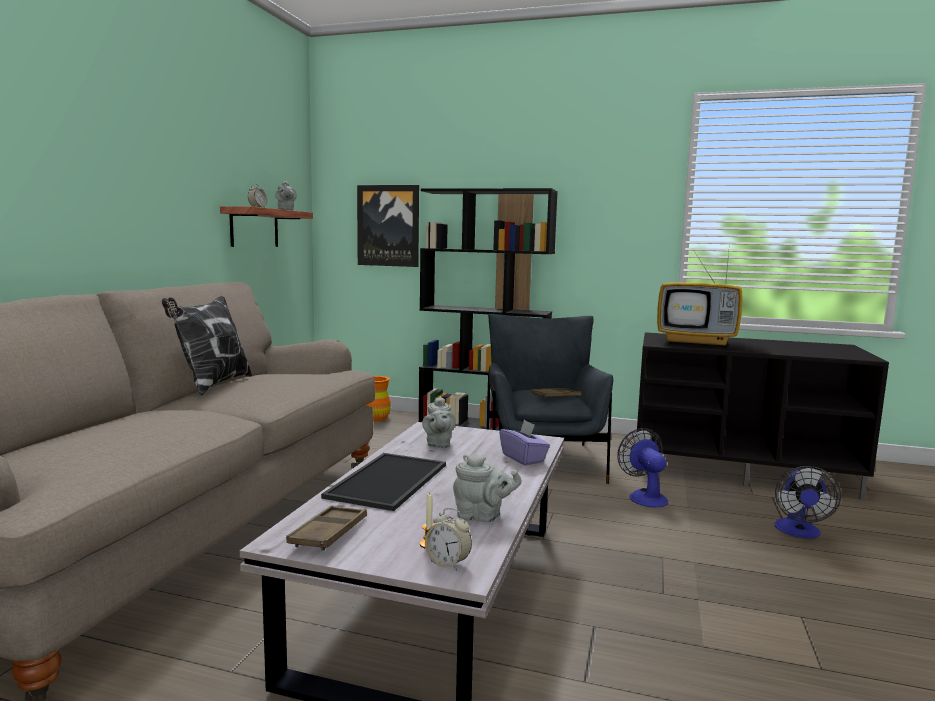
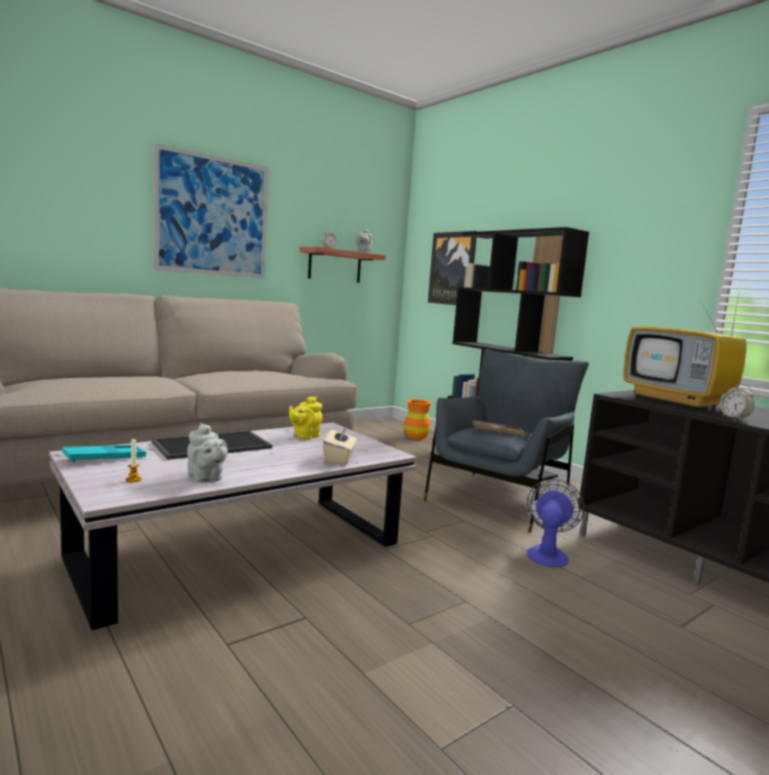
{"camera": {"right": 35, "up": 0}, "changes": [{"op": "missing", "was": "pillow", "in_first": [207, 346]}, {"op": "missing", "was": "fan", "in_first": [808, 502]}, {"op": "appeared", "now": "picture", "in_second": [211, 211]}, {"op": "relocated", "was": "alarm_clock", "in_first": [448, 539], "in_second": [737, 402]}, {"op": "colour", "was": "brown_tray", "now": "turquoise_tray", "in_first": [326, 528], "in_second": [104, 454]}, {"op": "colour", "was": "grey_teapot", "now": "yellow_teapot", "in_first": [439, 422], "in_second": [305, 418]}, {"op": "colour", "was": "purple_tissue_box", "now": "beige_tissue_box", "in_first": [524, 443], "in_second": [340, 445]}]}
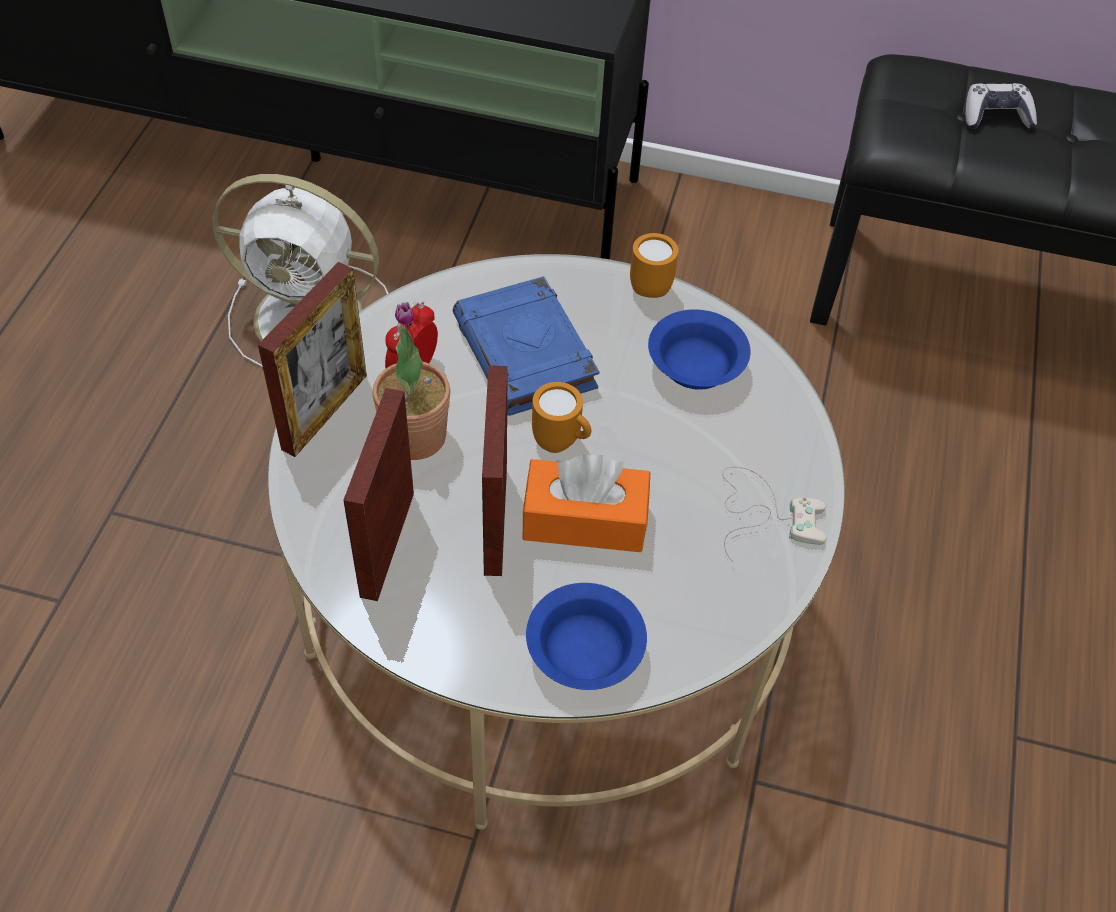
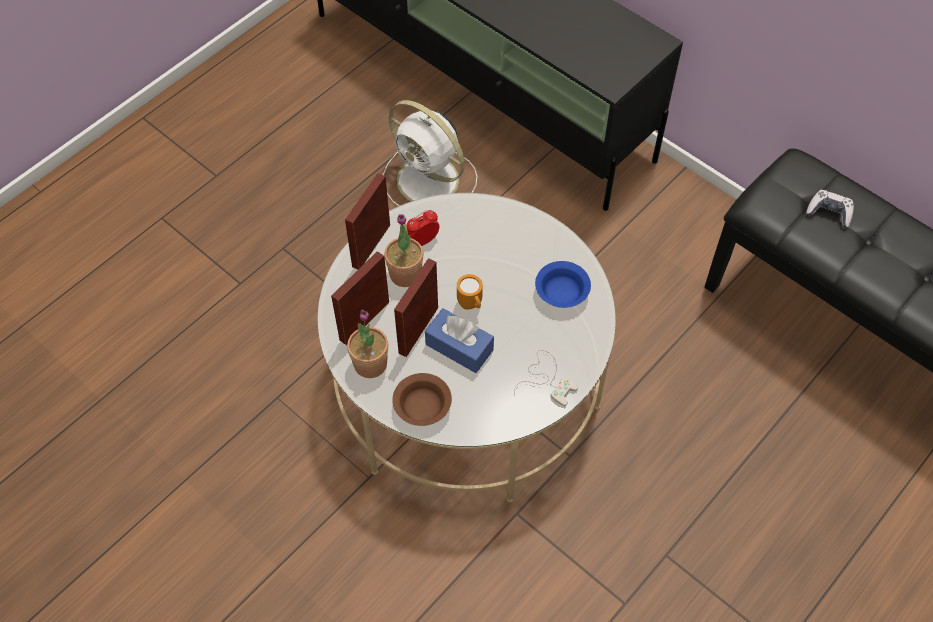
{"camera": {"right": 30, "up": 5}, "changes": [{"op": "missing", "was": "blue_book", "in_first": [526, 346]}, {"op": "missing", "was": "orange_mug", "in_first": [654, 265]}, {"op": "appeared", "now": "potted_plant", "in_second": [367, 344]}, {"op": "colour", "was": "orange_tissue_box", "now": "blue_tissue_box", "in_first": [586, 503], "in_second": [459, 340]}, {"op": "colour", "was": "blue_bowl", "now": "brown_bowl", "in_first": [586, 636], "in_second": [422, 399]}, {"op": "spun", "was": "picture_frame", "in_first": [312, 359], "in_second": [367, 221], "clockwise": 150}]}
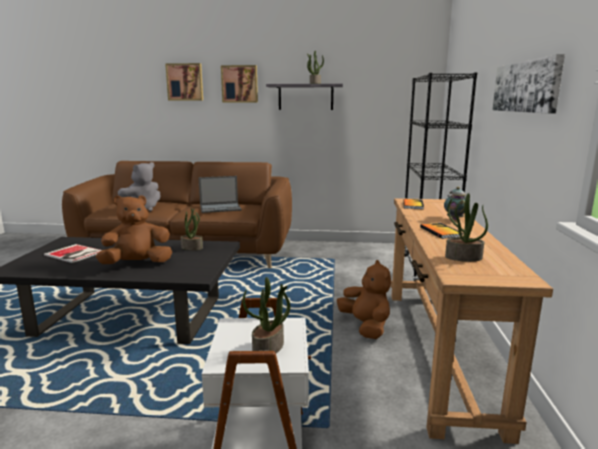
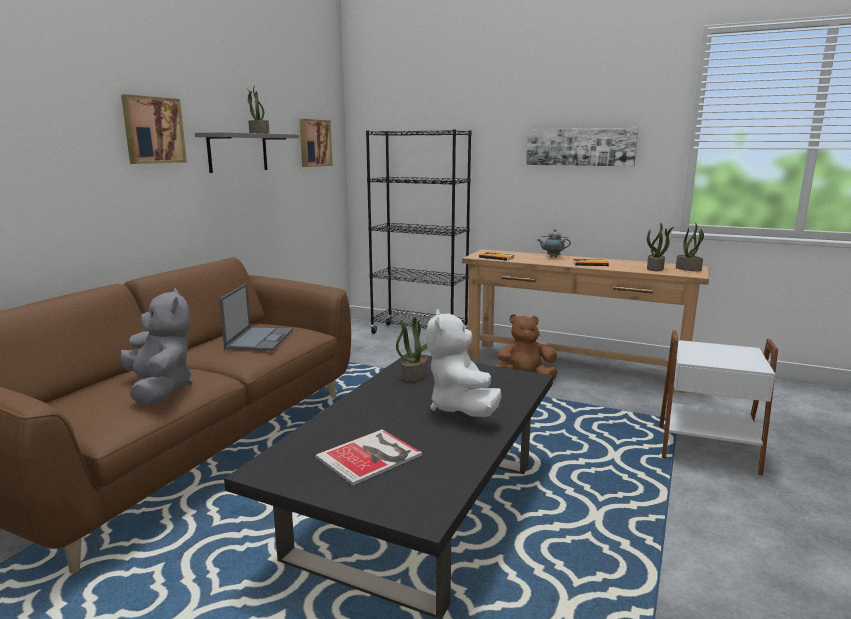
{"camera": {"right": -70, "up": 0}, "changes": [{"op": "relocated", "was": "picture", "in_first": [184, 81], "in_second": [315, 143]}, {"op": "relocated", "was": "potted_plant", "in_first": [266, 315], "in_second": [690, 247]}, {"op": "colour", "was": "brown_plush_toy", "now": "white_plush_toy", "in_first": [134, 229], "in_second": [464, 363]}]}
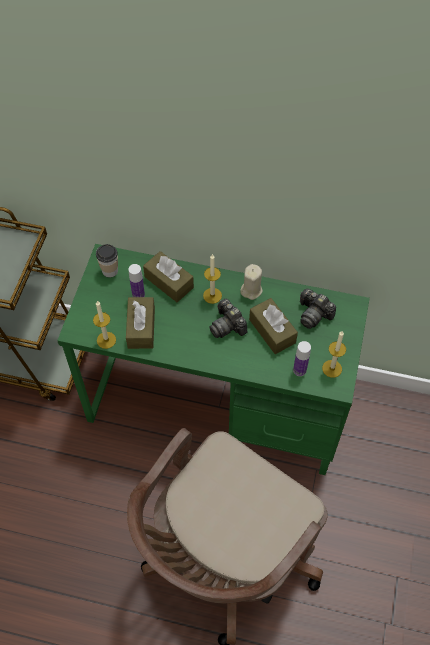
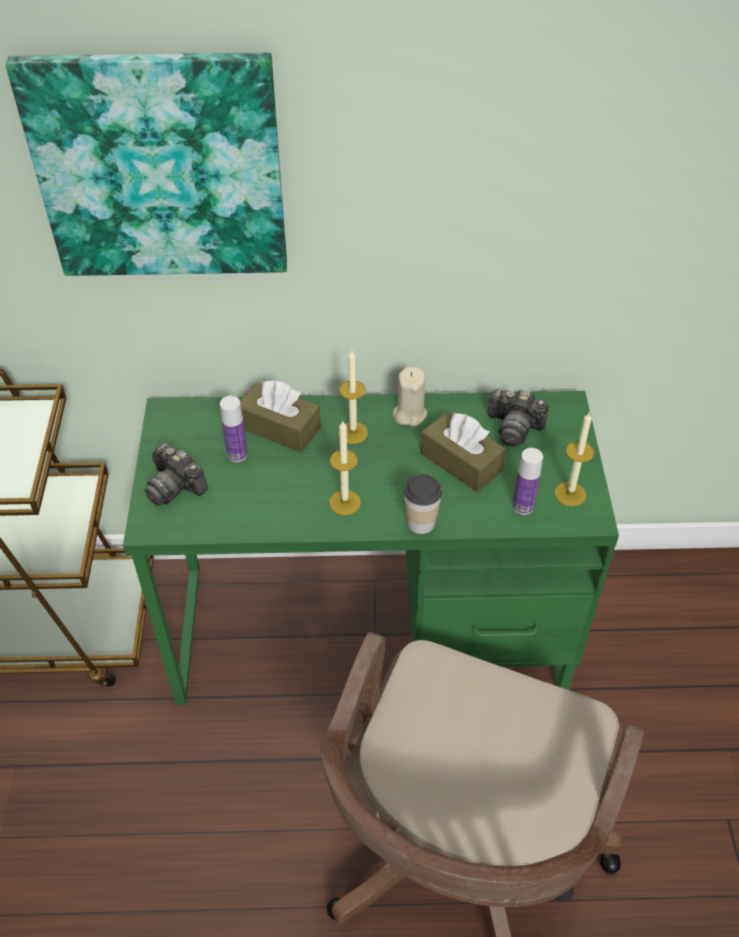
{"camera": {"right": -15, "up": -10}, "changes": [{"op": "missing", "was": "brown_tissue_box", "in_first": [140, 323]}, {"op": "appeared", "now": "picture", "in_second": [146, 164]}, {"op": "relocated", "was": "candle", "in_first": [104, 325], "in_second": [345, 468]}, {"op": "relocated", "was": "cup", "in_first": [107, 260], "in_second": [423, 504]}, {"op": "relocated", "was": "photo_camera", "in_first": [228, 318], "in_second": [176, 474]}]}
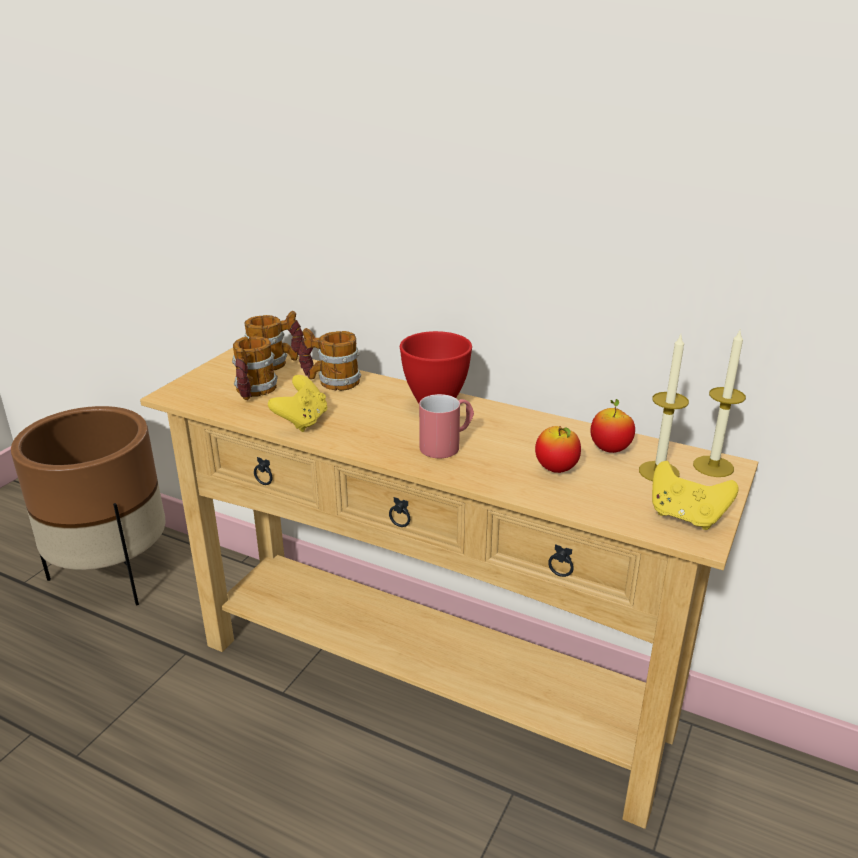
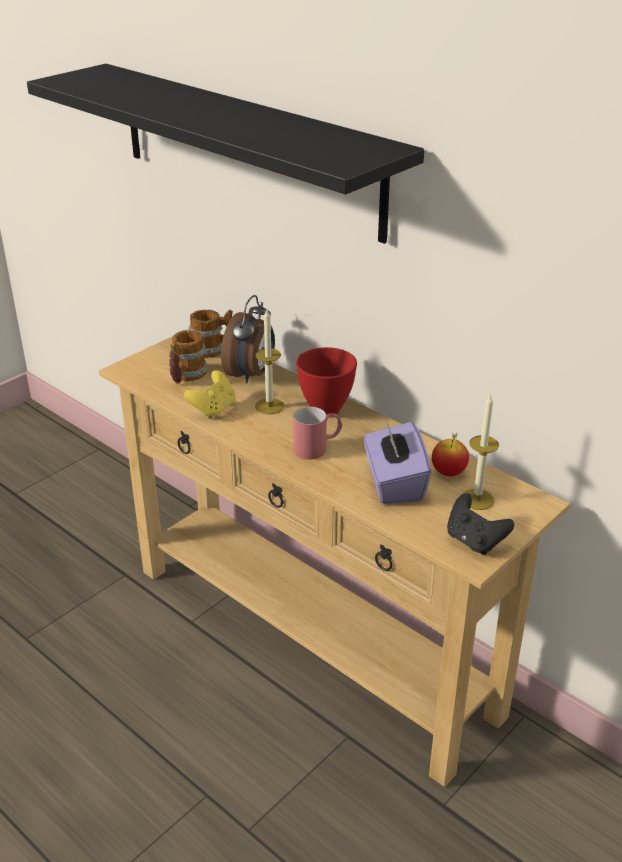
{"camera": {"right": 15, "up": 5}, "changes": [{"op": "missing", "was": "brown_planter", "in_first": [88, 506]}, {"op": "appeared", "now": "black_shelf", "in_second": [225, 154]}, {"op": "relocated", "was": "candle", "in_first": [719, 404], "in_second": [269, 361]}, {"op": "exchanged", "was": "mug", "now": "alarm_clock", "in_first": [329, 359], "in_second": [248, 339]}, {"op": "exchanged", "was": "apple", "now": "purple_tissue_box", "in_first": [558, 449], "in_second": [397, 461]}, {"op": "colour", "was": "yellow_game_controller", "now": "black_game_controller", "in_first": [695, 495], "in_second": [480, 524]}]}
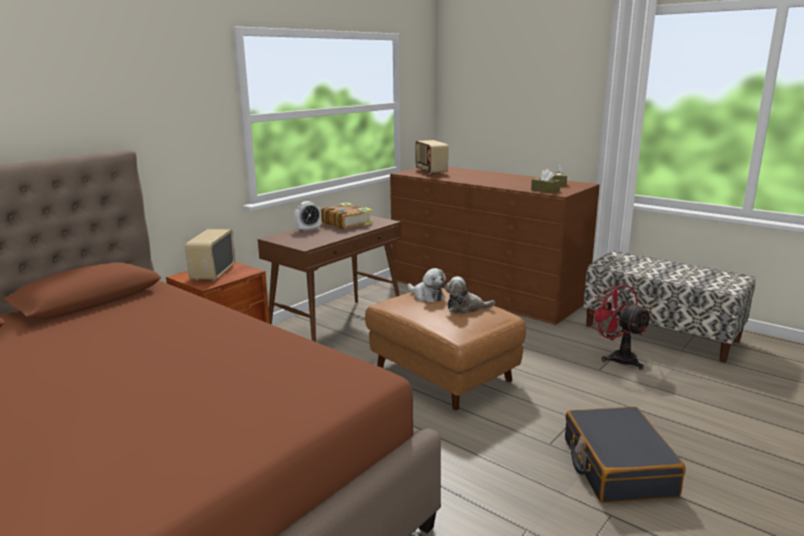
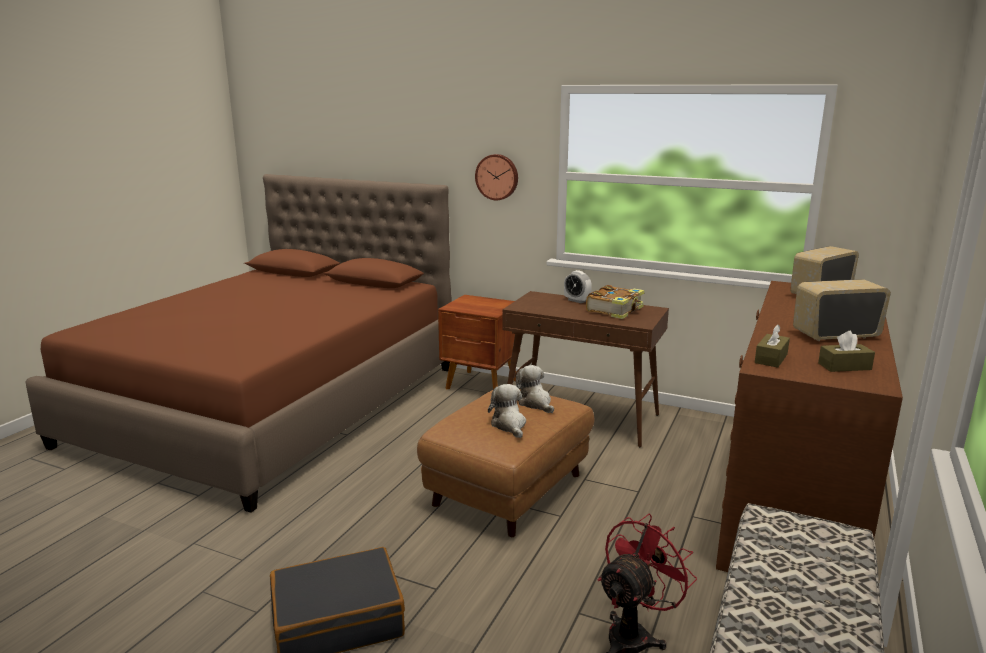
{"camera": {"right": 75, "up": 0}, "changes": [{"op": "appeared", "now": "wall_clock", "in_second": [496, 177]}, {"op": "relocated", "was": "radio", "in_first": [210, 255], "in_second": [842, 310]}, {"op": "spun", "was": "plush_toy", "in_first": [427, 285], "in_second": [535, 389], "clockwise": 120}]}
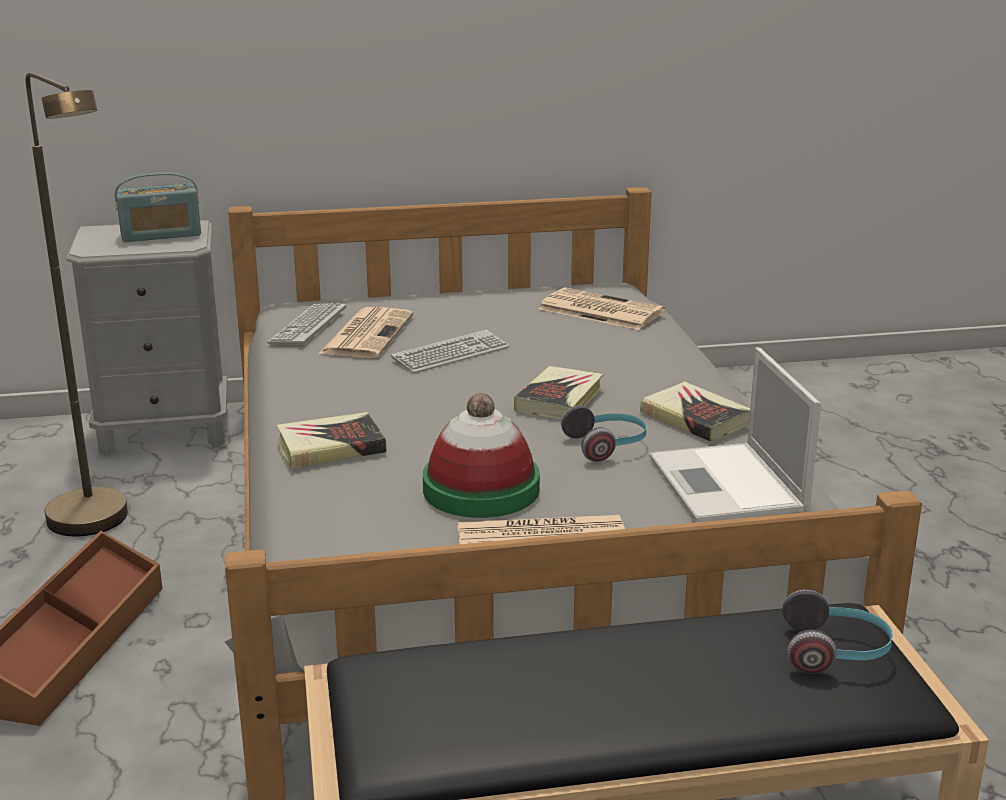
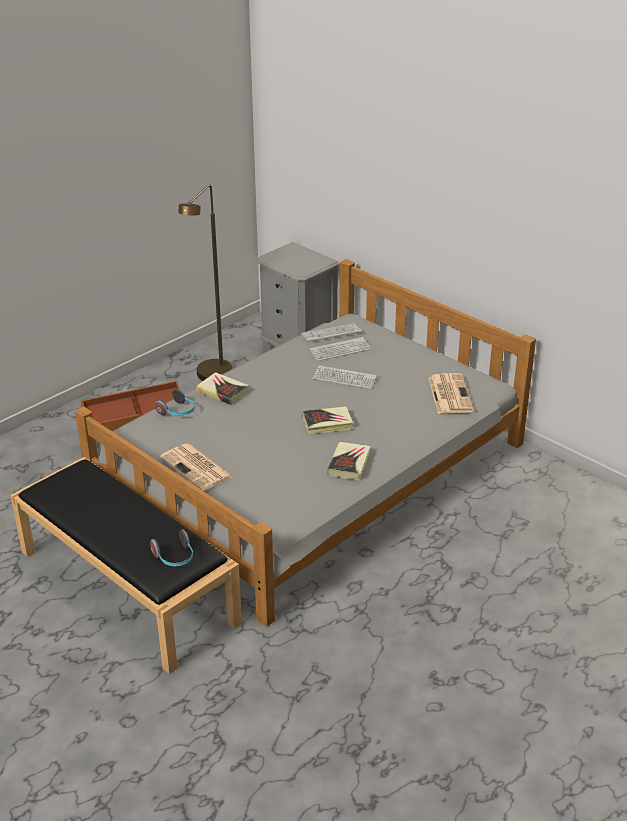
{"camera": {"right": 55, "up": 10}, "changes": [{"op": "missing", "was": "radio", "in_first": [158, 207]}, {"op": "missing", "was": "hat", "in_first": [481, 455]}, {"op": "missing", "was": "laptop", "in_first": [735, 434]}, {"op": "relocated", "was": "headphones", "in_first": [604, 434], "in_second": [175, 402]}, {"op": "exchanged", "was": "newspaper", "now": "keyboard", "in_first": [366, 332], "in_second": [340, 349]}]}
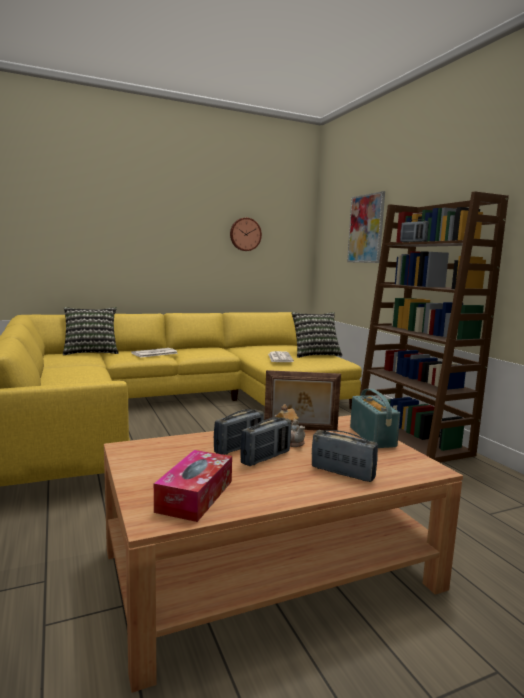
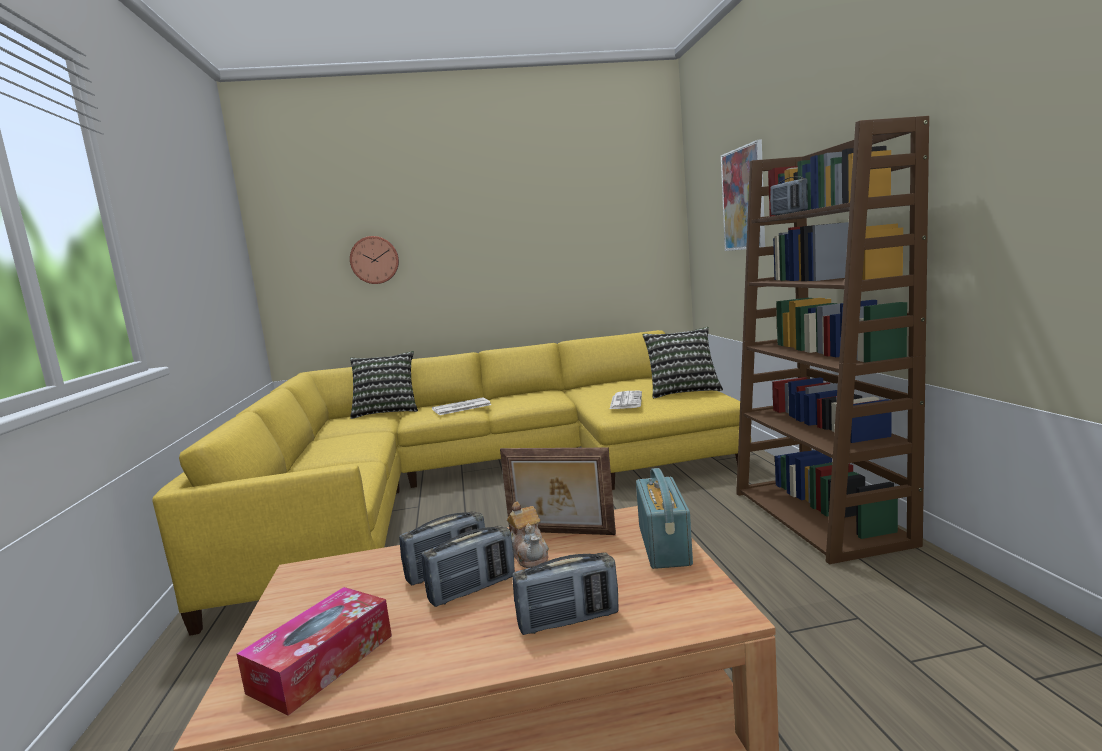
{"camera": {"right": 15, "up": 0}, "changes": [{"op": "relocated", "was": "wall_clock", "in_first": [246, 234], "in_second": [374, 260]}, {"op": "spun", "was": "radio", "in_first": [345, 456], "in_second": [565, 594], "clockwise": 120}]}
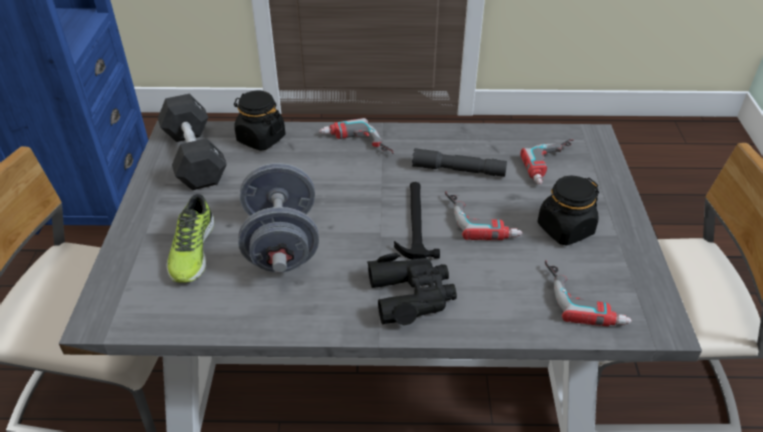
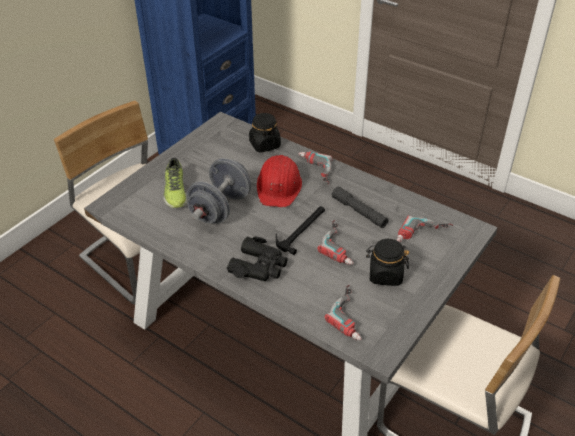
{"camera": {"right": 35, "up": 0}, "changes": [{"op": "missing", "was": "black_dumbbell", "in_first": [192, 142]}, {"op": "appeared", "now": "red_hard_hat", "in_second": [279, 181]}, {"op": "spun", "was": "shoe", "in_first": [190, 238], "in_second": [175, 183], "clockwise": -45}]}
